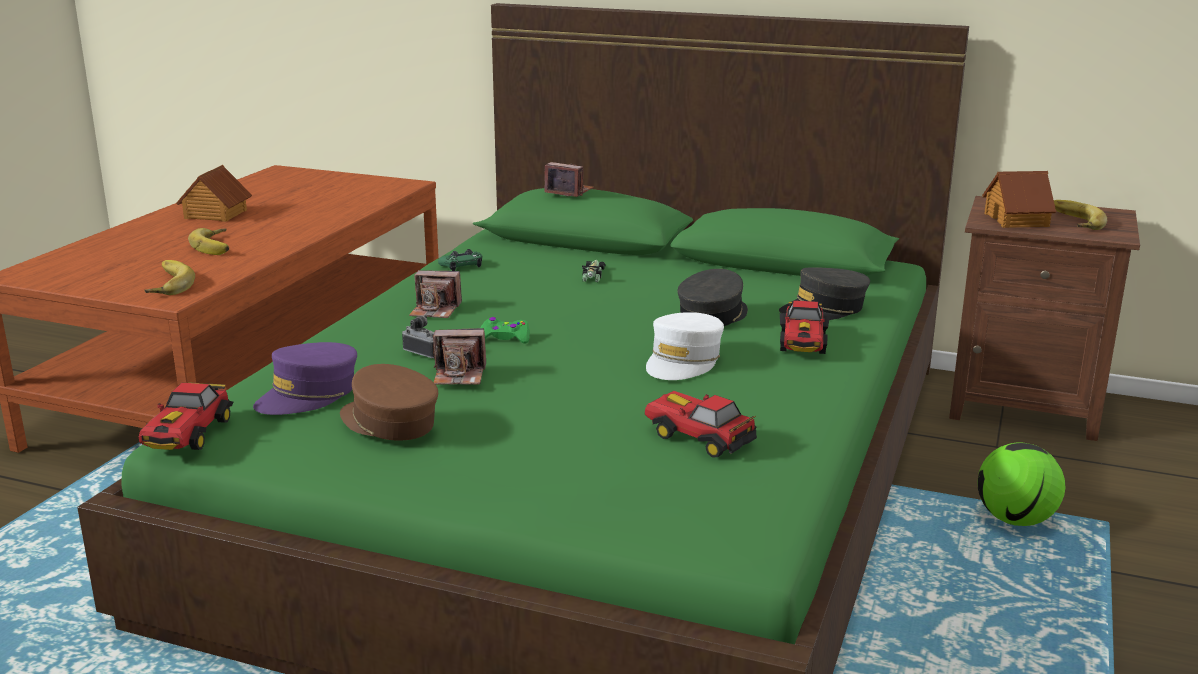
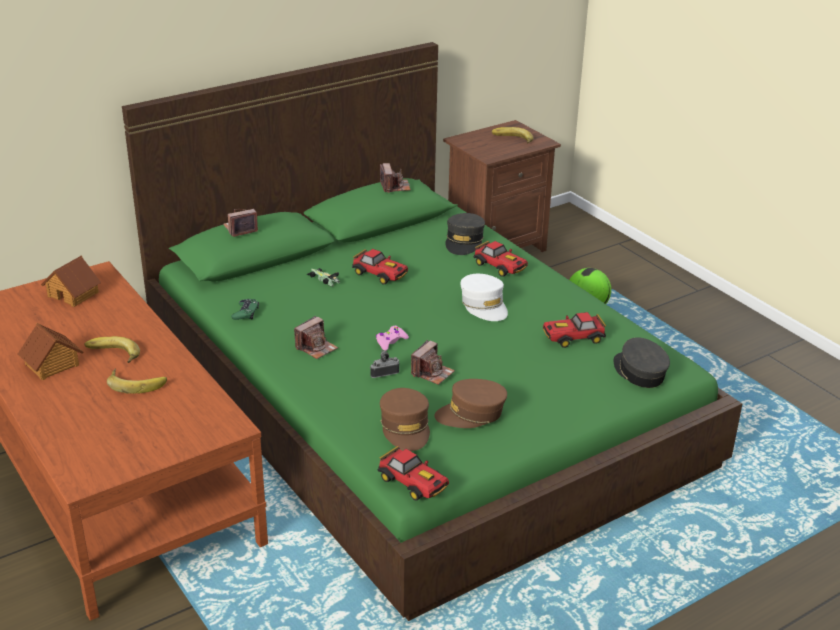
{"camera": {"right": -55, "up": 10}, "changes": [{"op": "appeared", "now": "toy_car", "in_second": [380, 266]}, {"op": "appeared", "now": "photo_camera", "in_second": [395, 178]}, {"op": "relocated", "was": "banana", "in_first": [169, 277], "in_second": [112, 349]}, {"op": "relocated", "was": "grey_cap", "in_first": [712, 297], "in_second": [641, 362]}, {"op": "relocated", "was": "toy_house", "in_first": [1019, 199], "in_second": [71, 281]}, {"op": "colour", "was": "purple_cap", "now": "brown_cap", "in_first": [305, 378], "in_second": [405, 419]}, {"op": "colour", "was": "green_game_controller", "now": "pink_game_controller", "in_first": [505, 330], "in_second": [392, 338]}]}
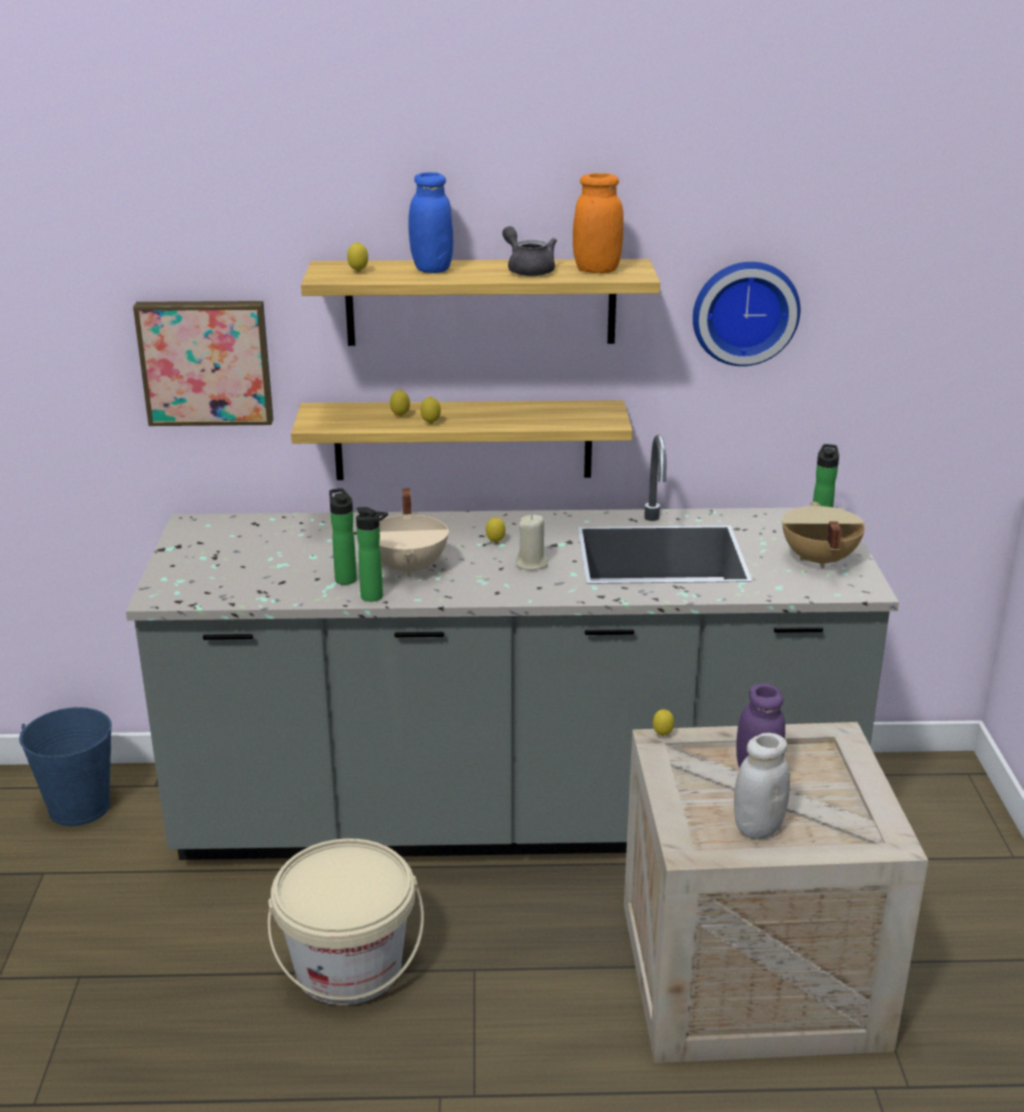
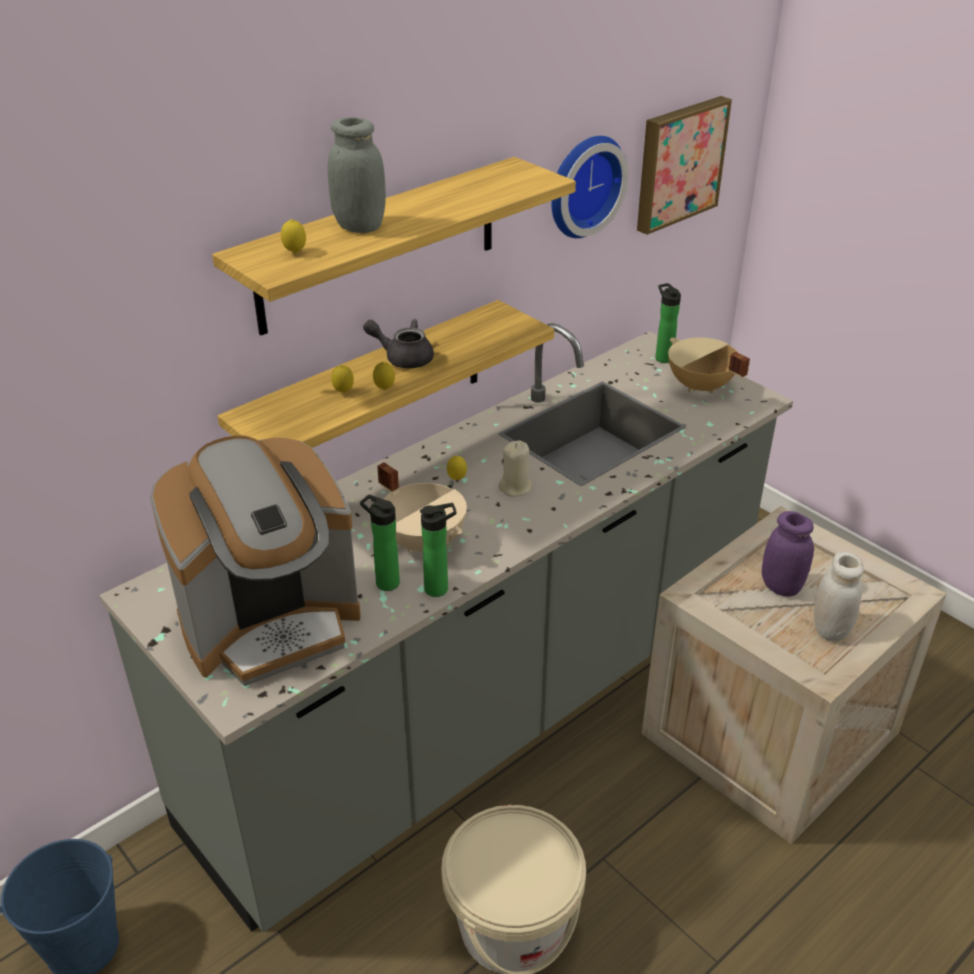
{"camera": {"right": -40, "up": 10}, "changes": [{"op": "missing", "was": "orange_jar", "in_first": [598, 223]}, {"op": "missing", "was": "lemon", "in_first": [663, 722]}, {"op": "appeared", "now": "coffee_machine", "in_second": [255, 560]}, {"op": "relocated", "was": "picture", "in_first": [203, 363], "in_second": [684, 165]}, {"op": "relocated", "was": "grey_teapot", "in_first": [529, 251], "in_second": [398, 343]}, {"op": "colour", "was": "blue_jar", "now": "grey_jar", "in_first": [430, 222], "in_second": [357, 175]}]}
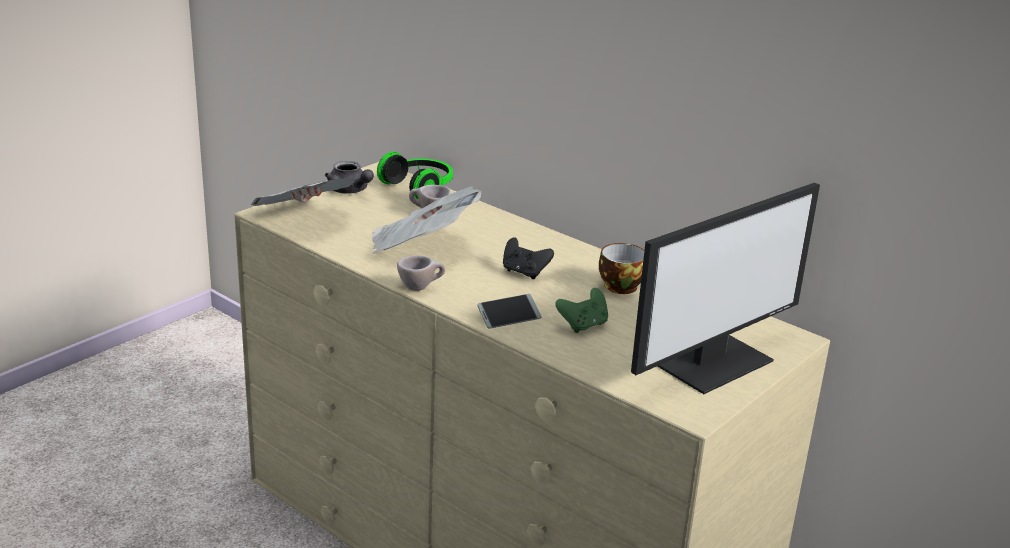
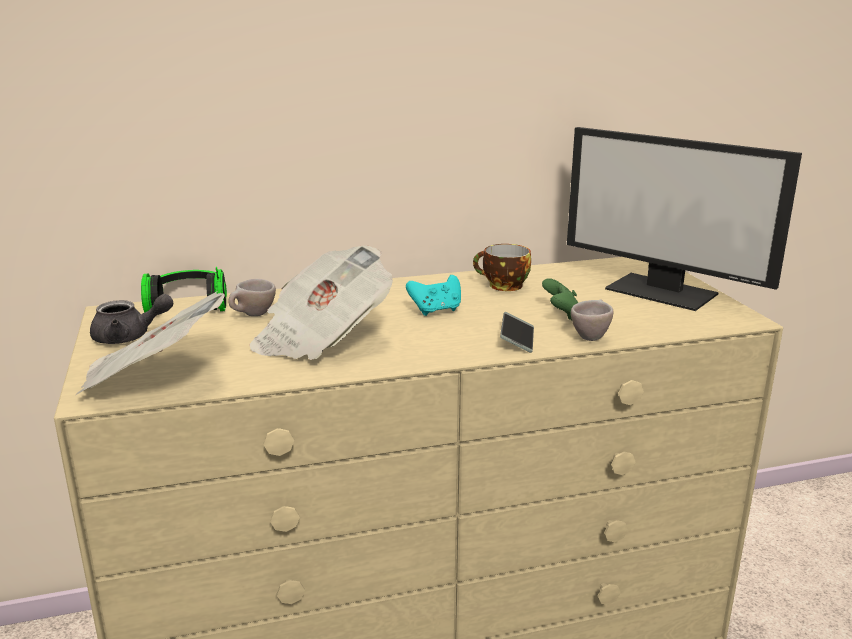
{"camera": {"right": -55, "up": -5}, "changes": [{"op": "relocated", "was": "beige_cup", "in_first": [421, 273], "in_second": [592, 320]}, {"op": "colour", "was": "black_game_controller", "now": "turquoise_game_controller", "in_first": [528, 258], "in_second": [433, 295]}, {"op": "spun", "was": "monitor", "in_first": [725, 288], "in_second": [684, 219], "clockwise": 135}]}
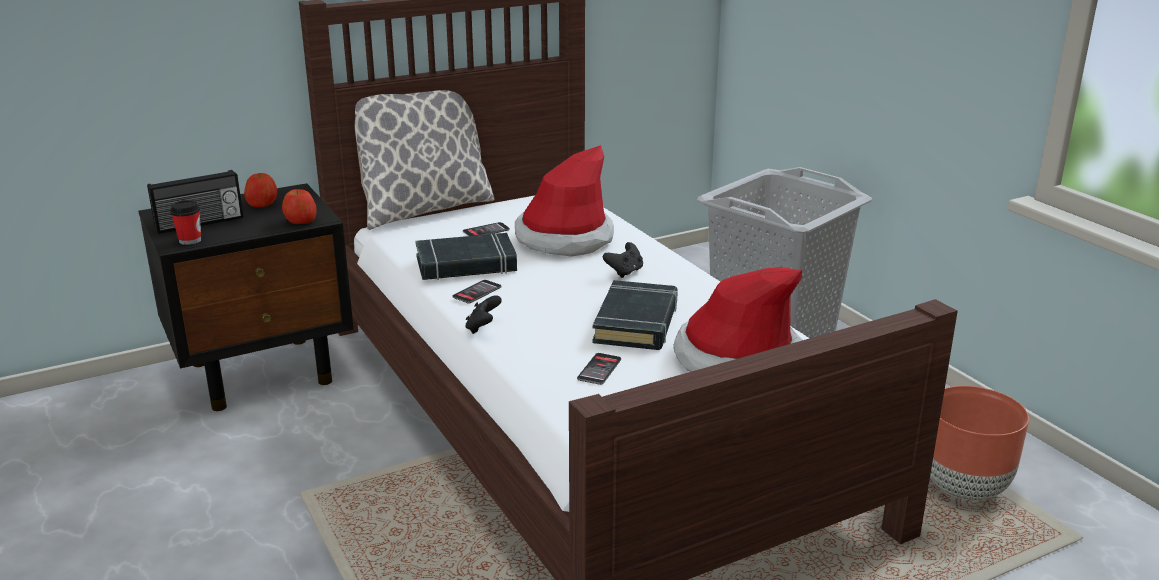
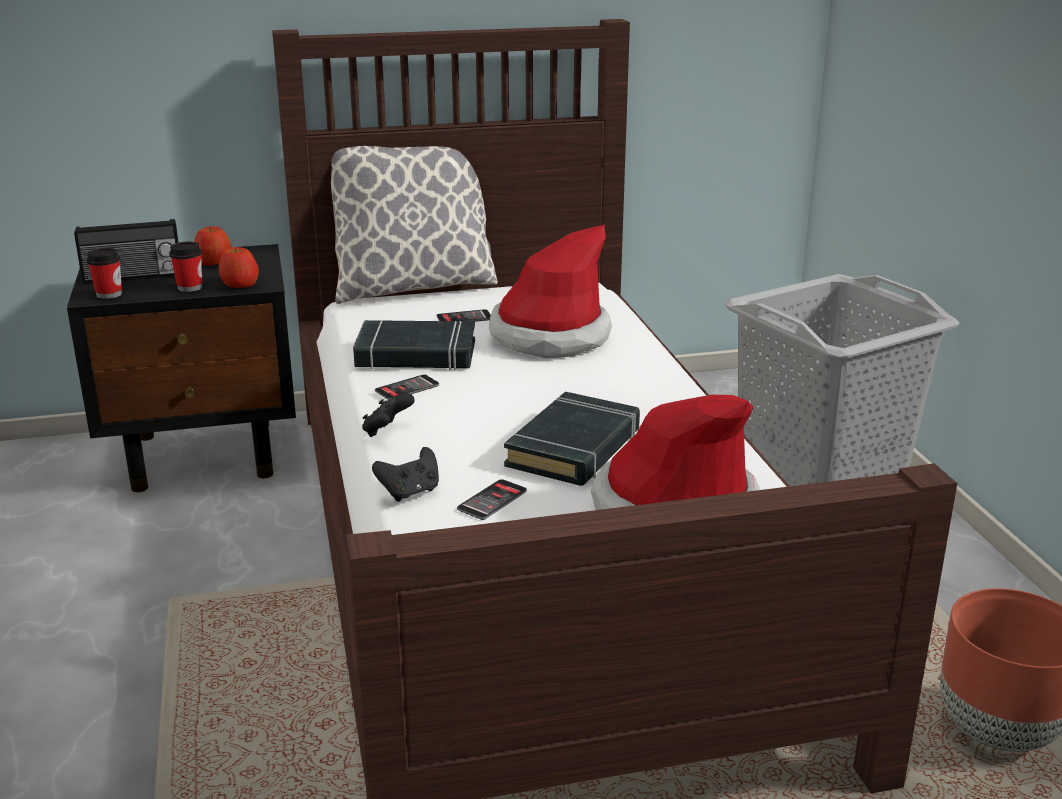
{"camera": {"right": 15, "up": 0}, "changes": [{"op": "appeared", "now": "cup", "in_second": [185, 267]}, {"op": "relocated", "was": "black_game_controller", "in_first": [623, 260], "in_second": [405, 474]}]}
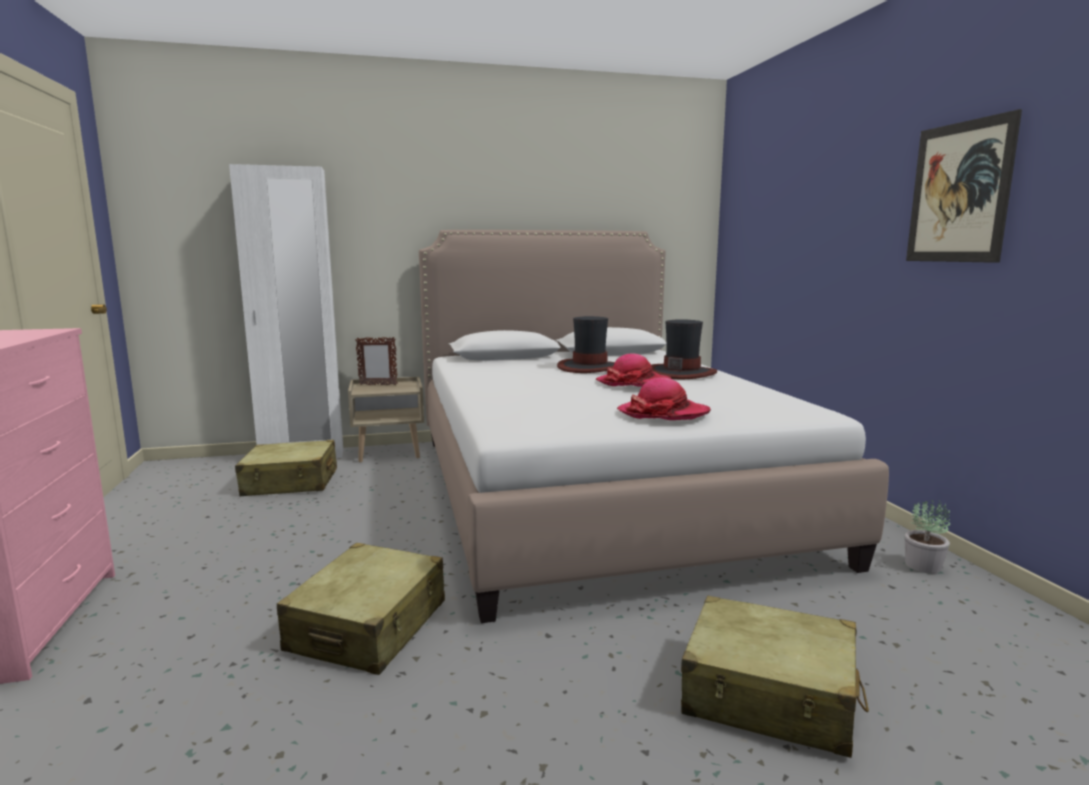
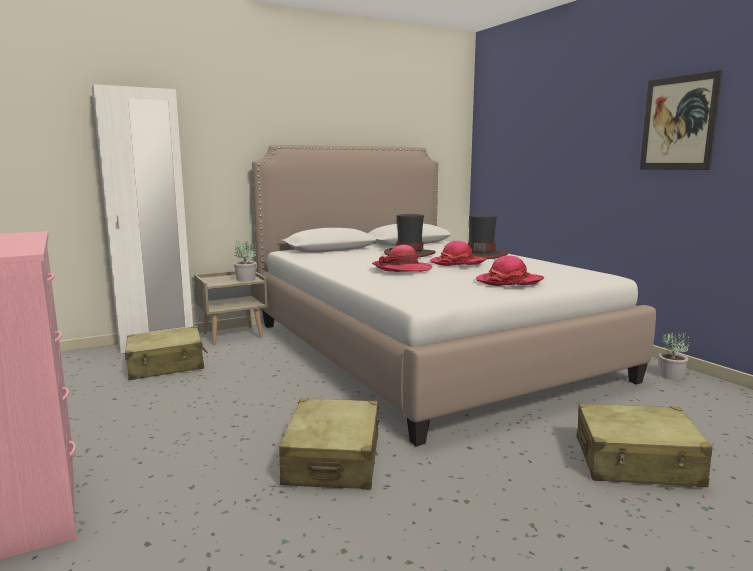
{"camera": {"right": -15, "up": 0}, "changes": [{"op": "missing", "was": "picture_frame", "in_first": [376, 361]}, {"op": "appeared", "now": "potted_plant", "in_second": [245, 261]}, {"op": "appeared", "now": "hat", "in_second": [402, 258]}]}
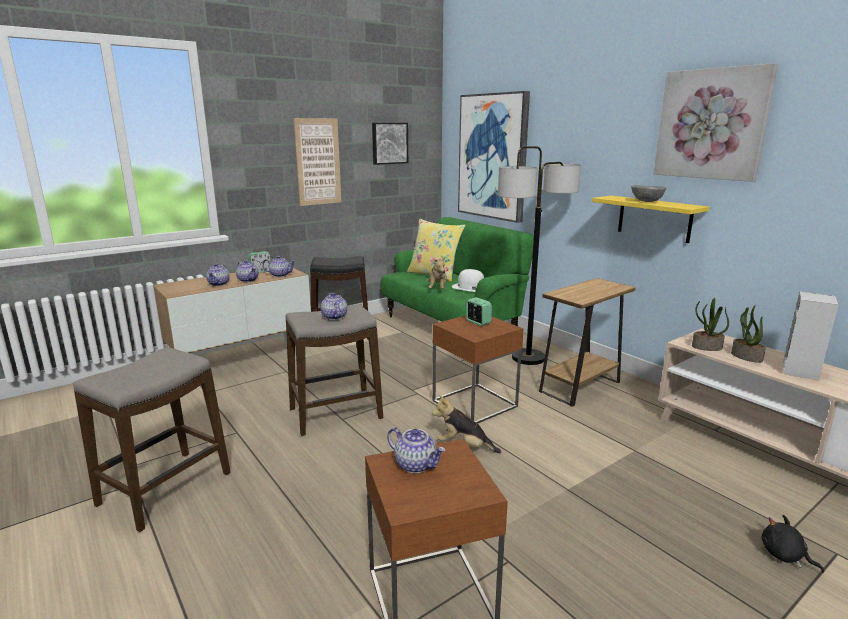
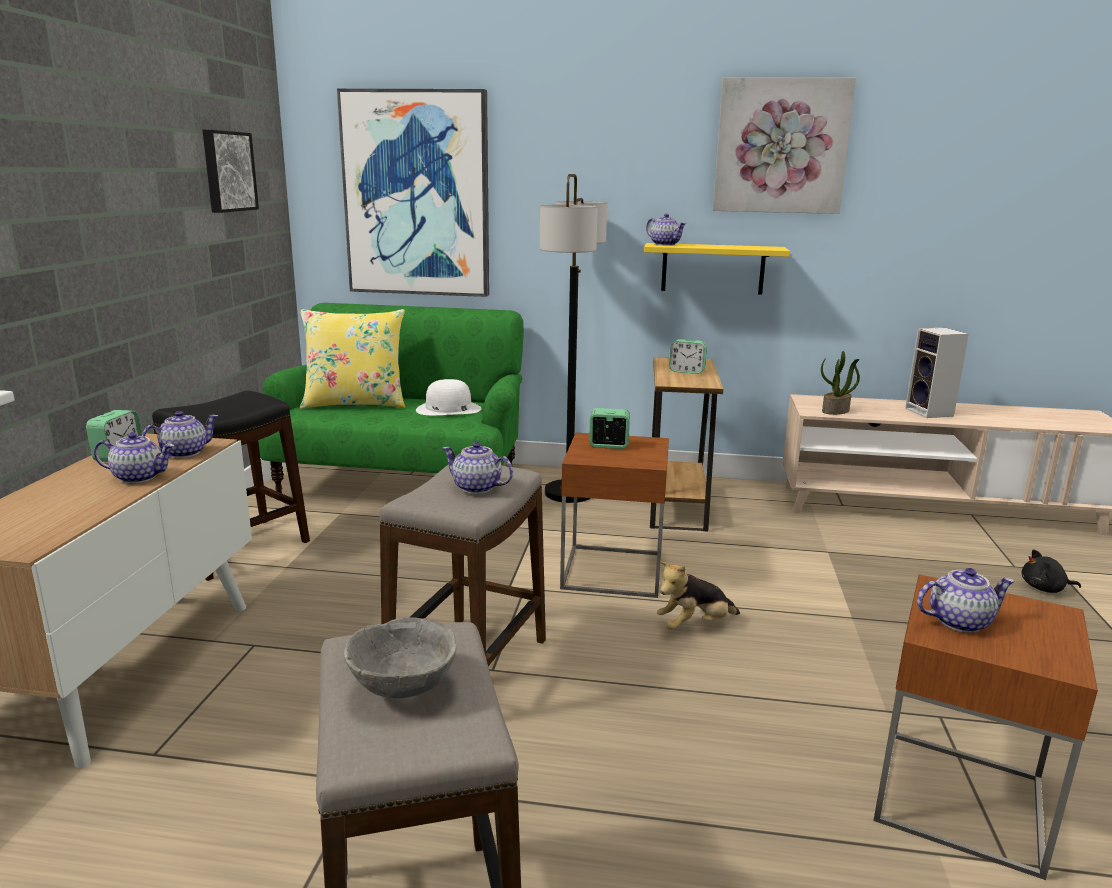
{"camera": {"right": -45, "up": 0}, "changes": [{"op": "missing", "was": "picture", "in_first": [318, 162]}, {"op": "missing", "was": "plush_toy", "in_first": [436, 273]}, {"op": "missing", "was": "potted_plant", "in_first": [748, 334]}, {"op": "appeared", "now": "alarm_clock", "in_second": [688, 356]}, {"op": "relocated", "was": "teapot", "in_first": [218, 274], "in_second": [666, 230]}, {"op": "relocated", "was": "grey_bowl", "in_first": [649, 193], "in_second": [400, 658]}]}
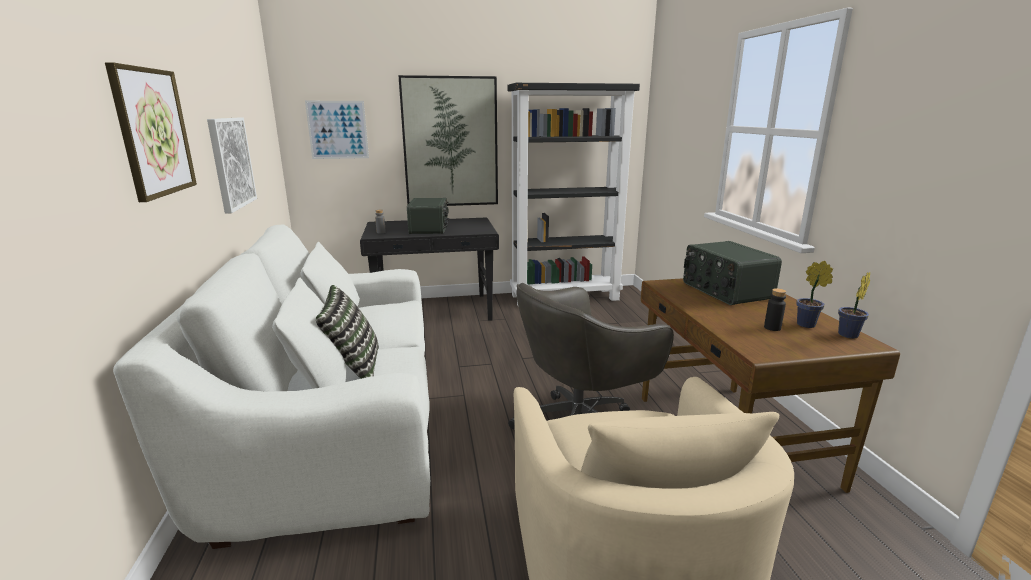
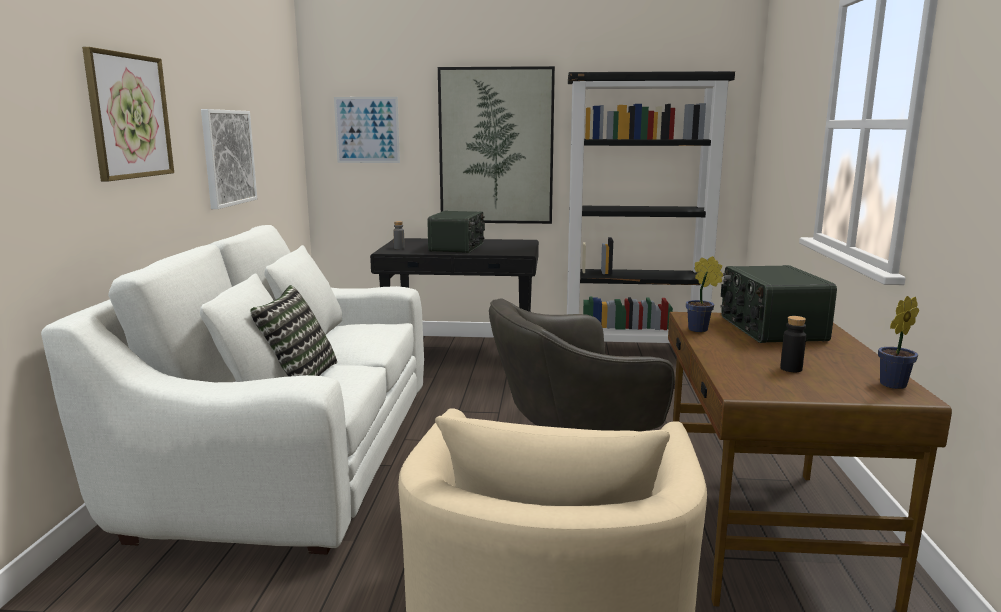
{"camera": {"right": 15, "up": -5}, "changes": [{"op": "relocated", "was": "potted_plant", "in_first": [814, 294], "in_second": [704, 294]}]}
